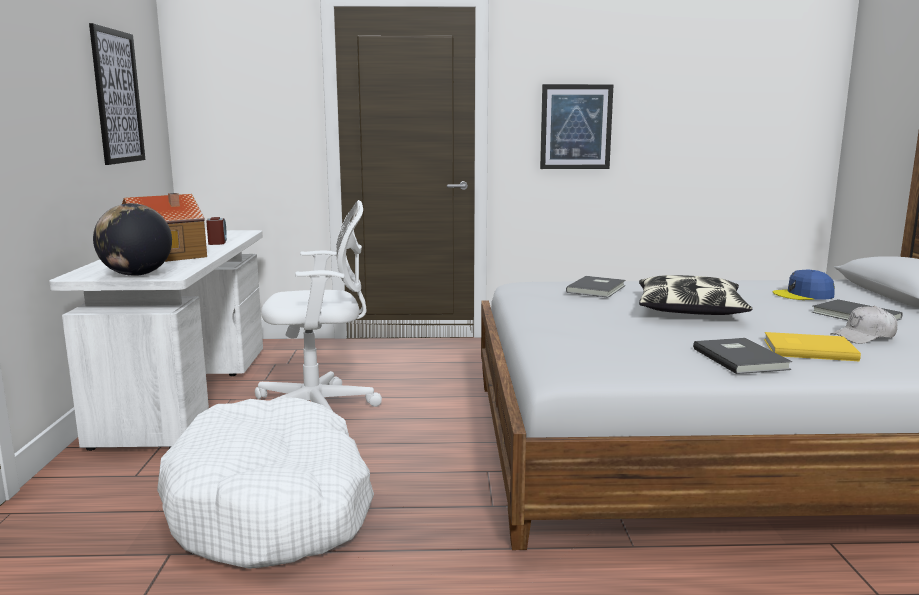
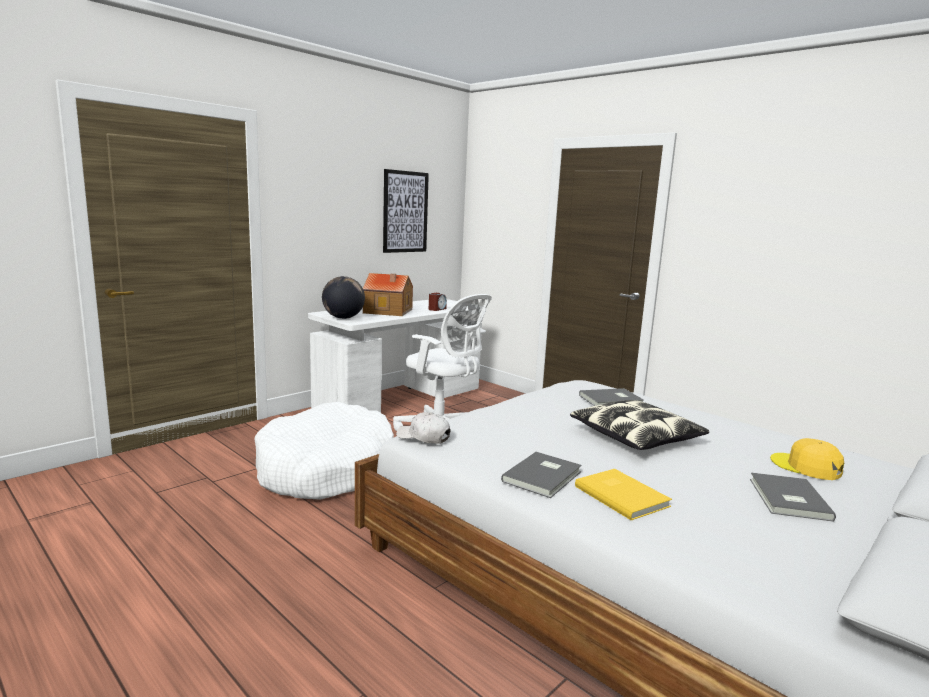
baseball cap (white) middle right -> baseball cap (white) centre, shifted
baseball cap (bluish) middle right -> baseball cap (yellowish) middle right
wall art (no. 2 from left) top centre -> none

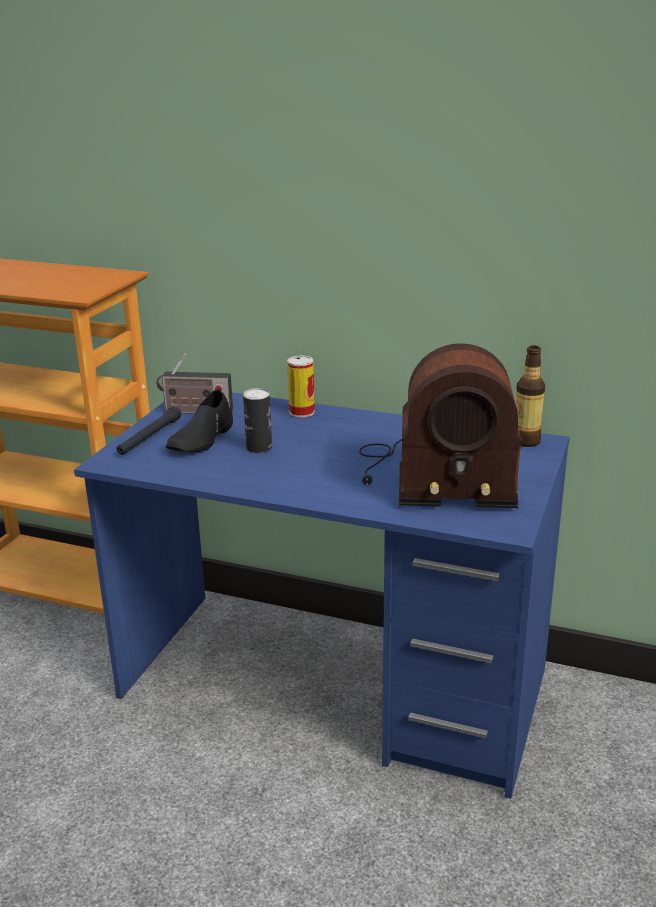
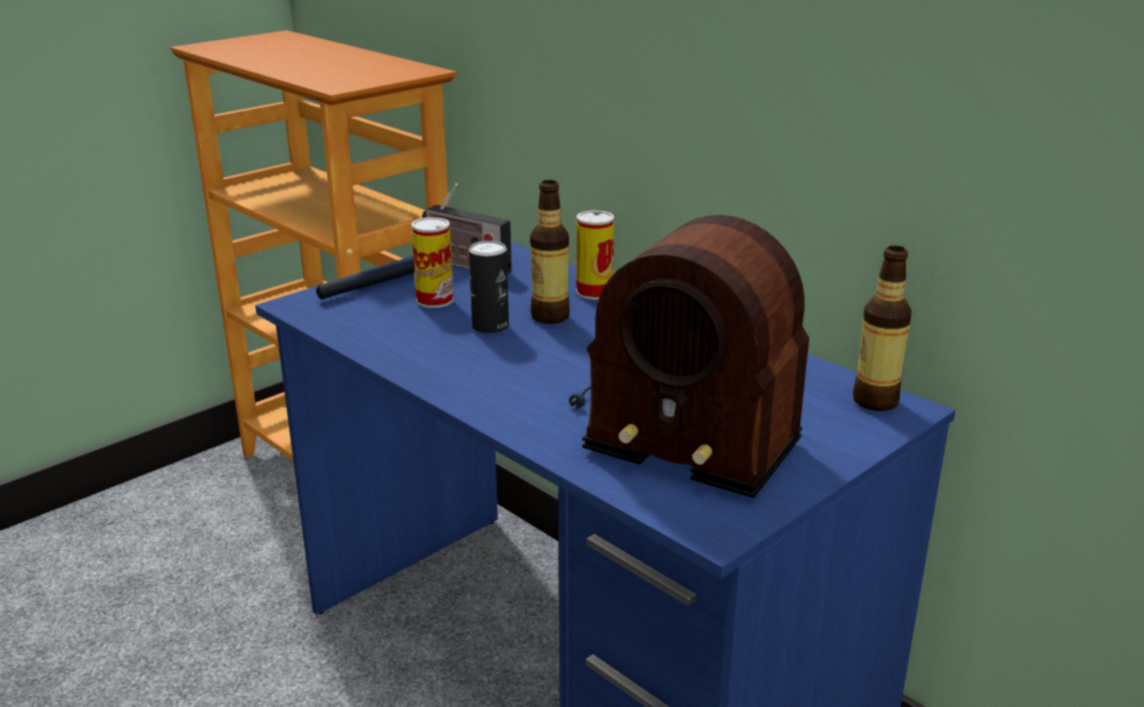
item of footwear (blackish) middle left -> can (no. 1 from left) centre
none -> beverage bottle (no. 1 from left) centre

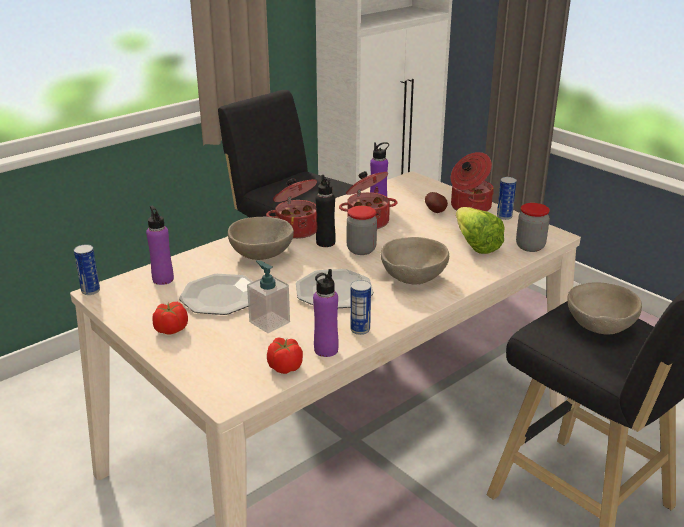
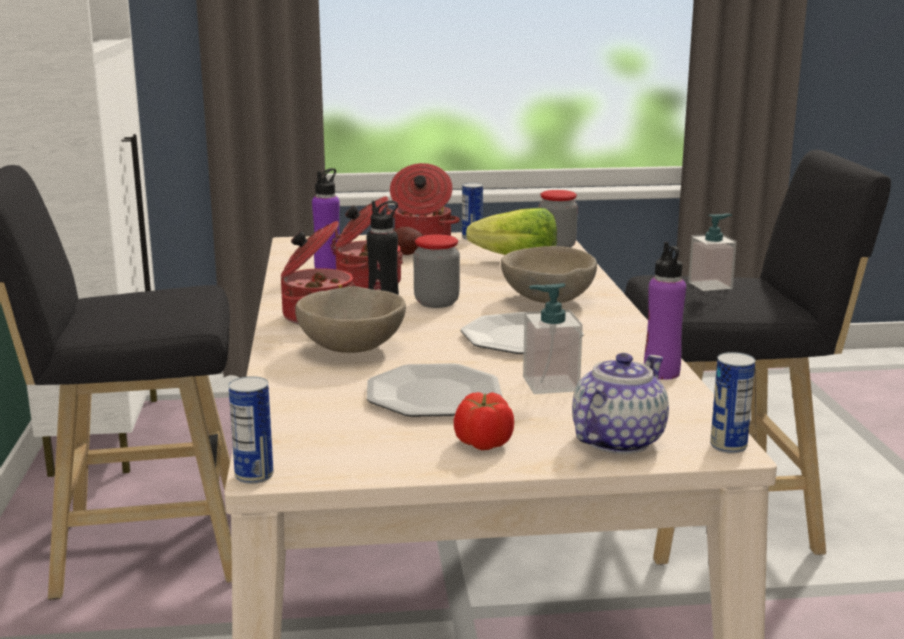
none -> teapot middle right
deep dish (beige) (no. 3 from left) middle right -> soap bottle (no. 2 from left) middle right
can (no. 2 from left in the first image) centre -> can (no. 3 from left) middle right, shifted
beverage bottle (purple) (no. 1 from left) middle left -> none
tomato (no. 2 from left) bottom centre -> none

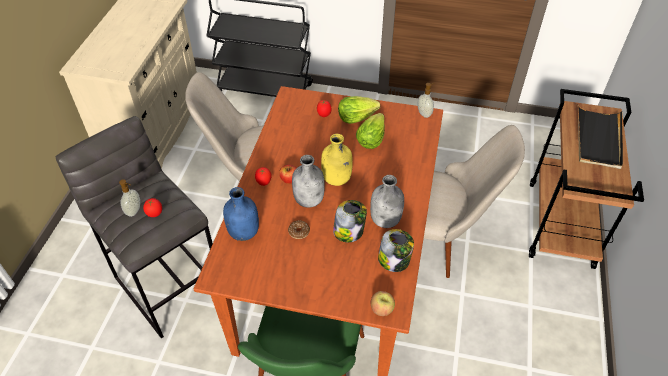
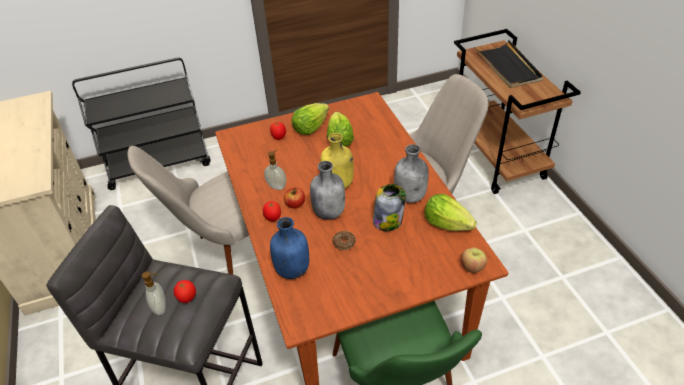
soap bottle (no. 2 from left) top centre -> soap bottle (no. 2 from left) centre, shifted
storage jar (no. 2 from left) centre -> lettuce (no. 3 from left) centre

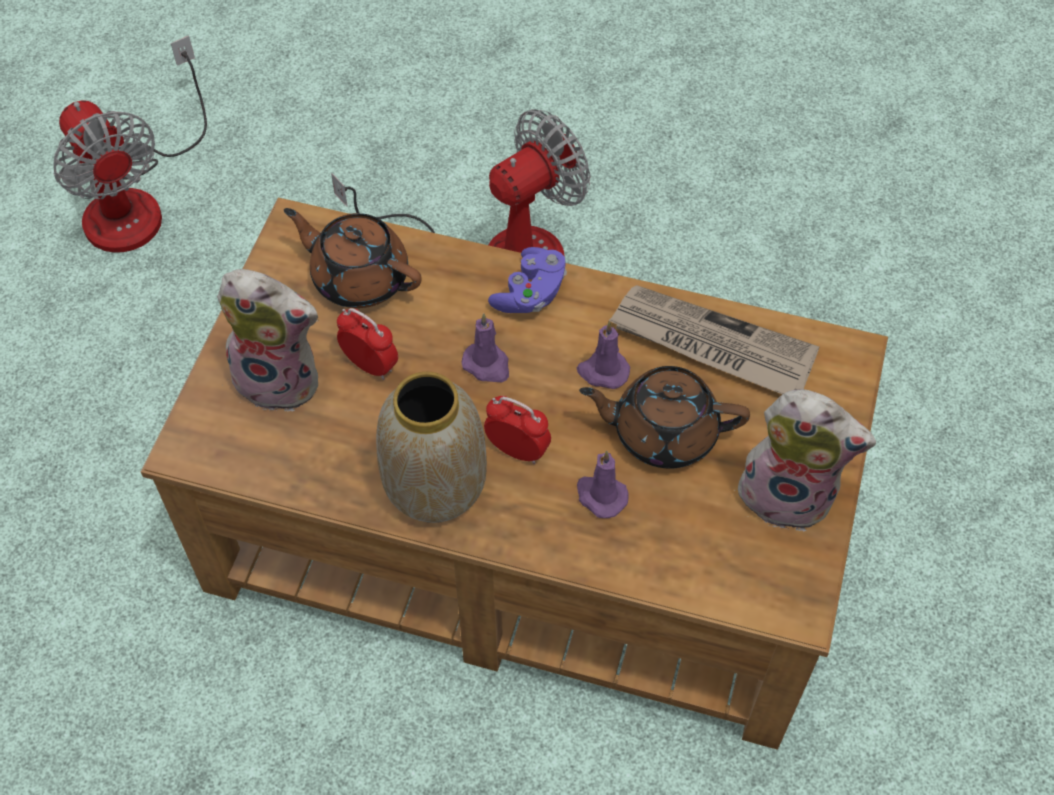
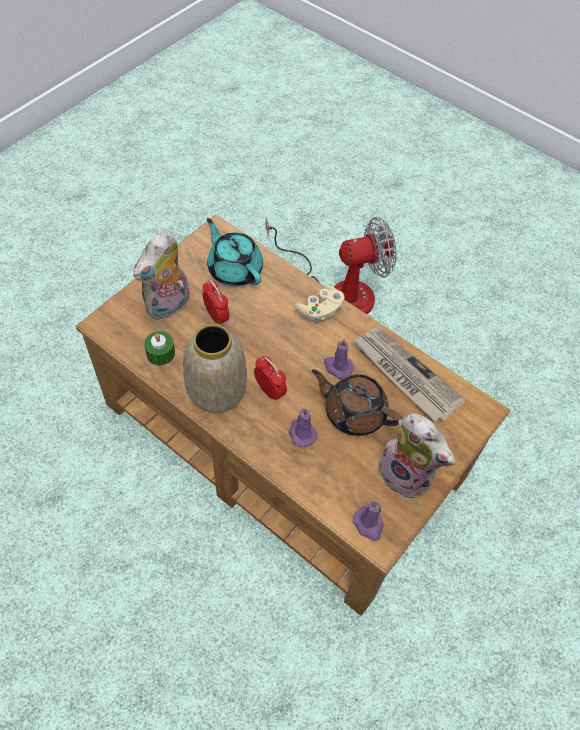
plush toy (no. 1 from left) middle left, 90 degrees clockwise
none -> candle (green) middle left
teapot (brownish) (no. 1 from left) top centre -> teapot (turquoise-coloured) centre
gamepad (purple) centre -> gamepad (beige) centre
candle (purple) (no. 1 from left in the first image) centre -> candle (purple) (no. 3 from left) bottom centre, shifted
fan (no. 1 from left) top left -> none

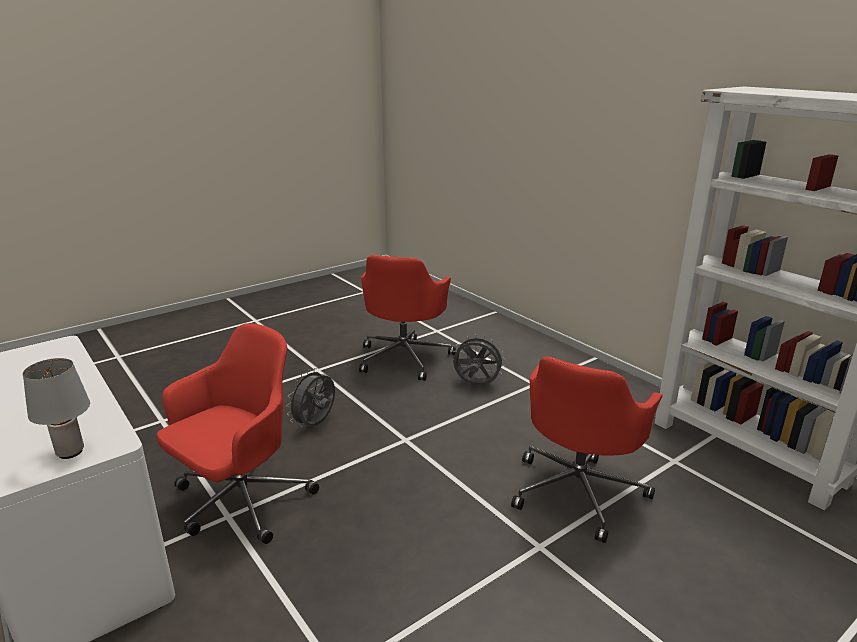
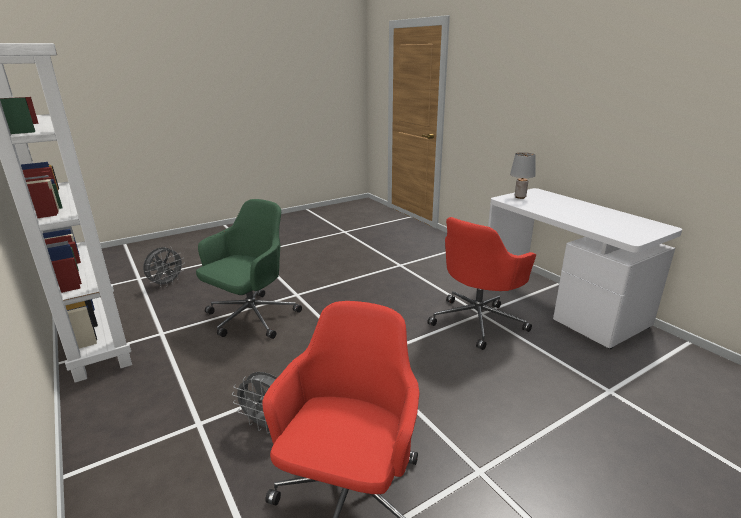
fan (grey) (no. 1 from left) centre -> fan (grey) (no. 1 from left) middle left, shifted
desk chair (red) (no. 3 from left) bottom right -> desk chair (green) centre

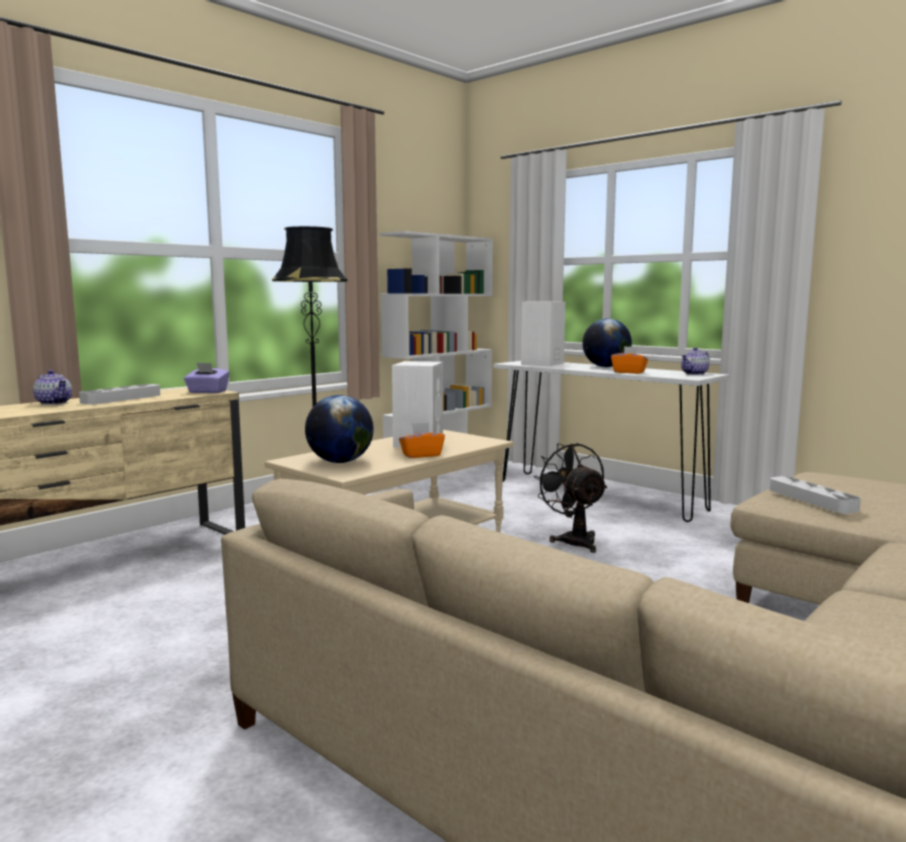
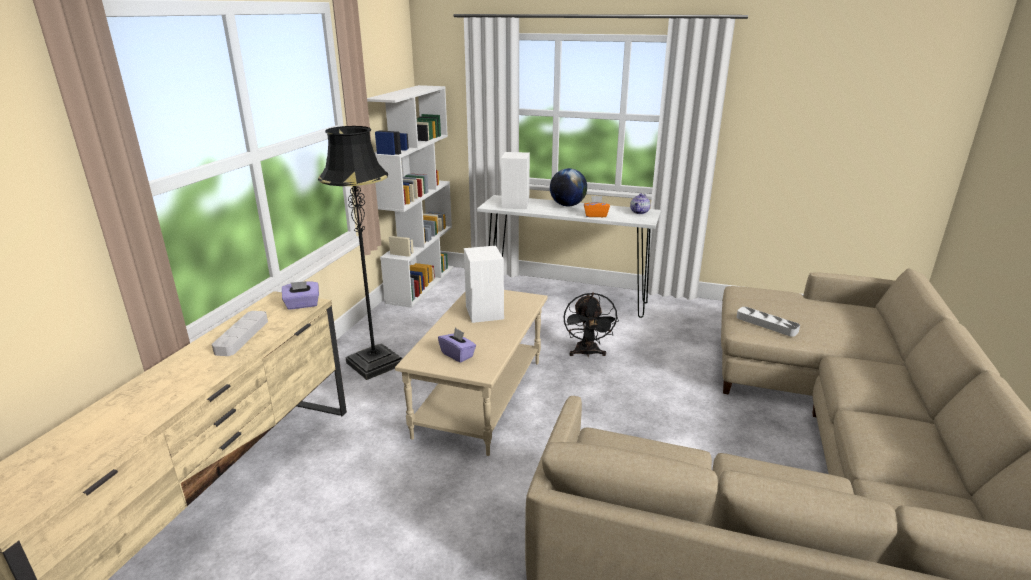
world globe (no. 1 from left) centre -> tissue holder (purple) (no. 2 from left) centre
fan (blackish) centre, 135 degrees counterclockwise
teapot (no. 1 from left) middle left -> none
tissue holder (orange) (no. 1 from left) centre -> none

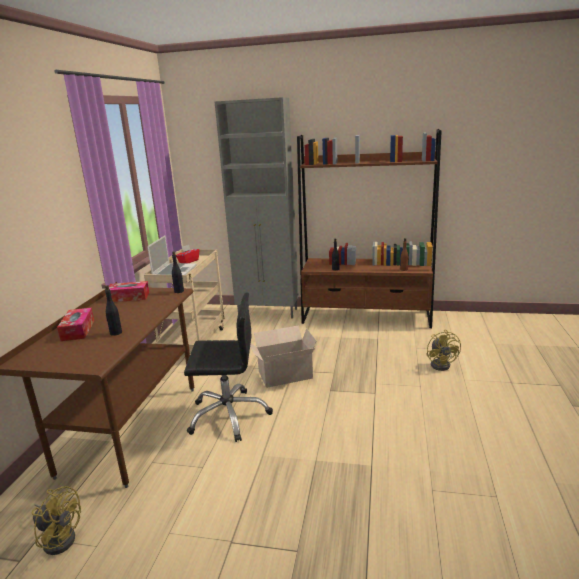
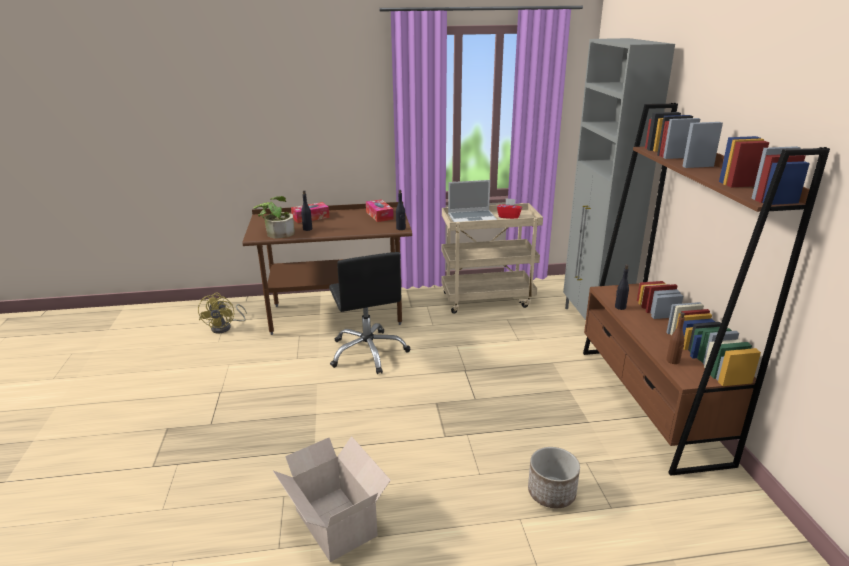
none -> plant in a pot middle left
cardboard box centre -> cardboard box bottom centre, shifted
fan (yellowish) (no. 2 from left) middle right -> flower pot bottom centre

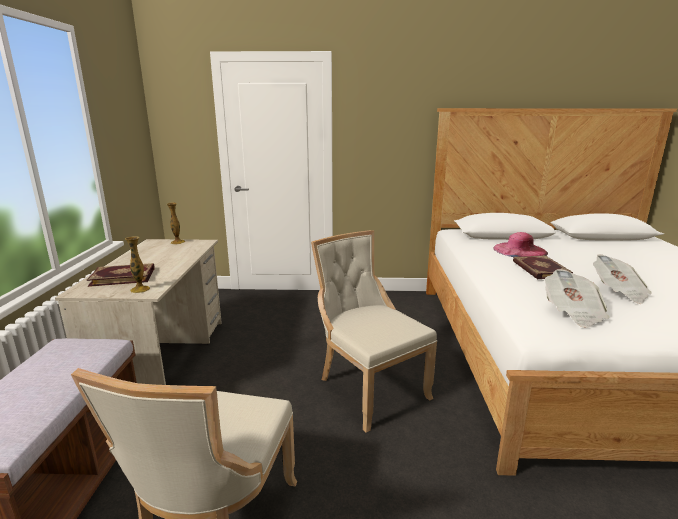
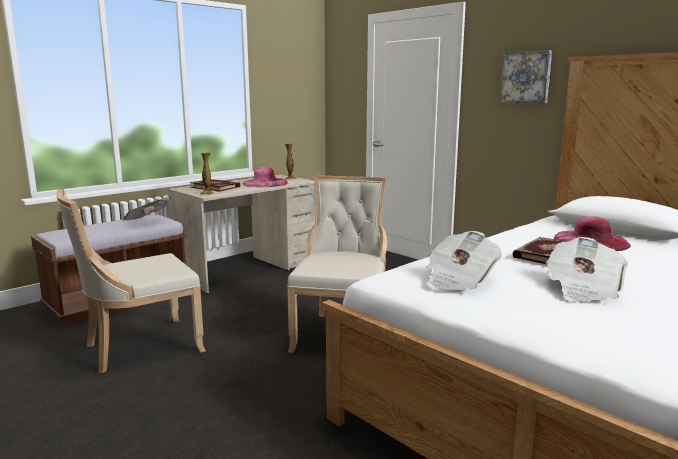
none -> printed paper (no. 1 from left) middle left
none -> clothing hat (pink-coloured) (no. 1 from left) centre
none -> wall art top right

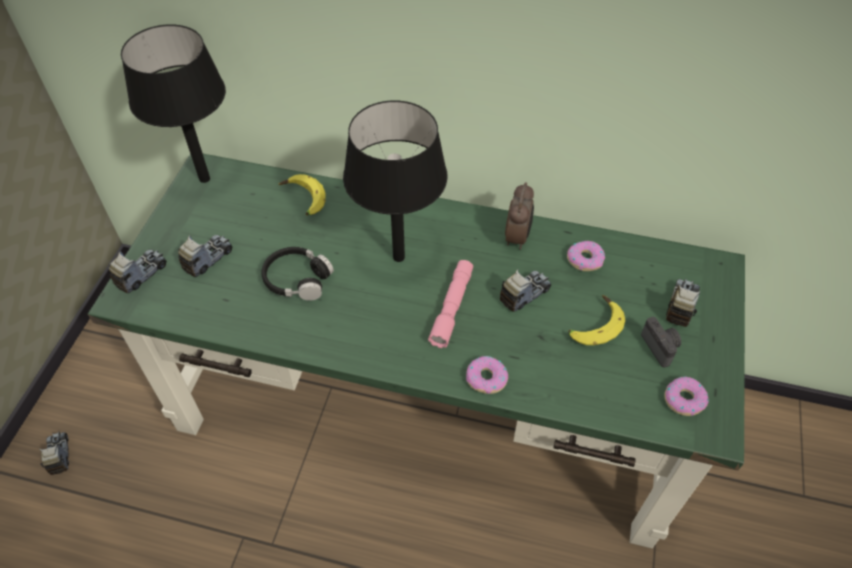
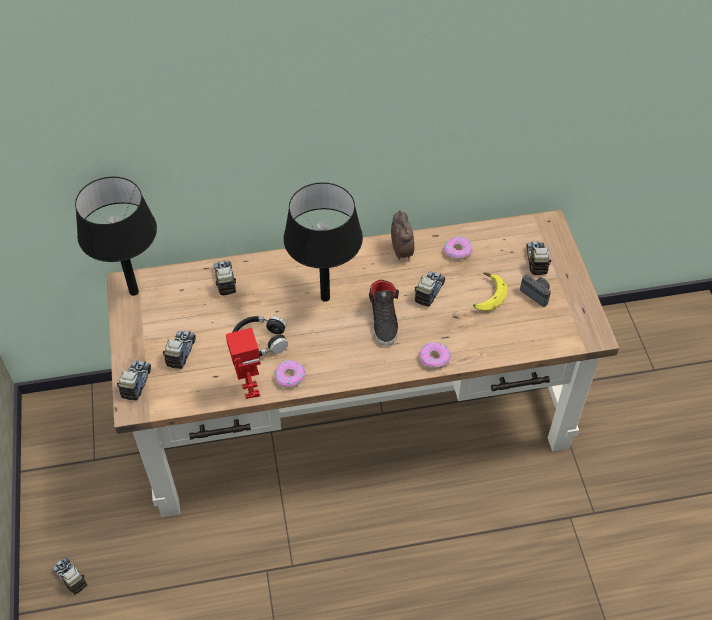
desk unit (green) centre -> desk unit (brownish) centre
whole banana (no. 1 from left) centre -> toy truck (no. 4 from left) middle left
none -> model robot centre
ring doughnut (no. 3 from left in the first image) bottom right -> ring doughnut (no. 1 from left) centre, shifted
torch (pink-coloured) centre -> item of footwear (blackish) centre

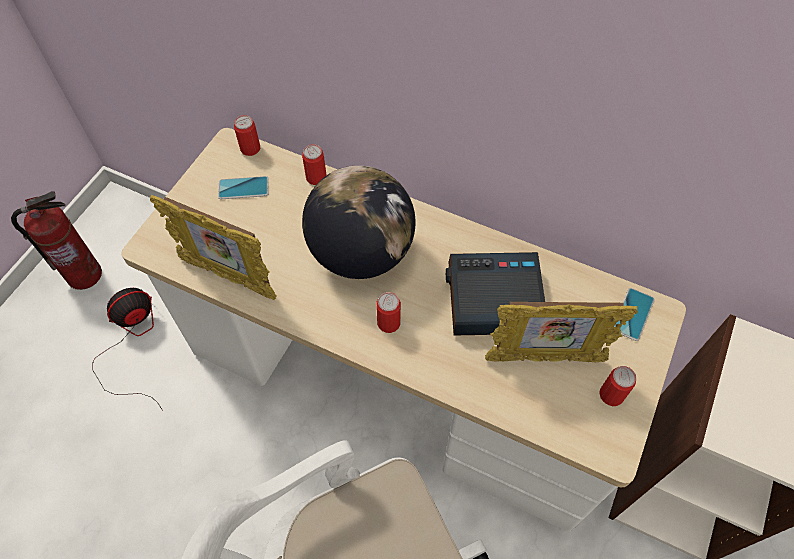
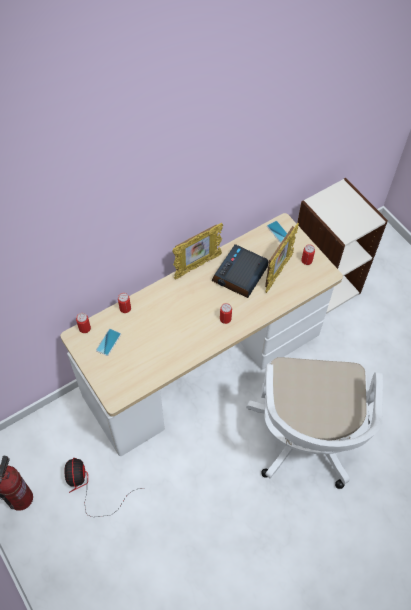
standing frame (no. 1 from left) middle left -> standing frame (no. 1 from left) centre, shifted
world globe centre -> none

